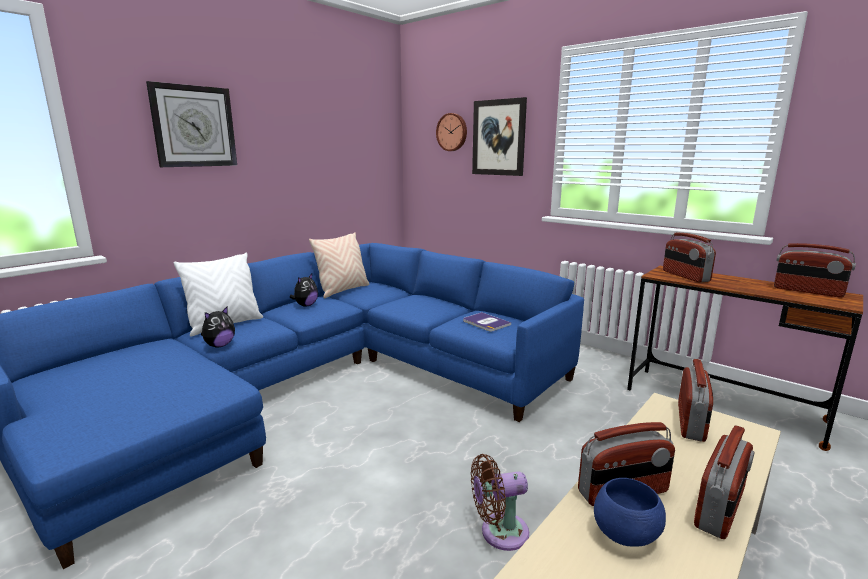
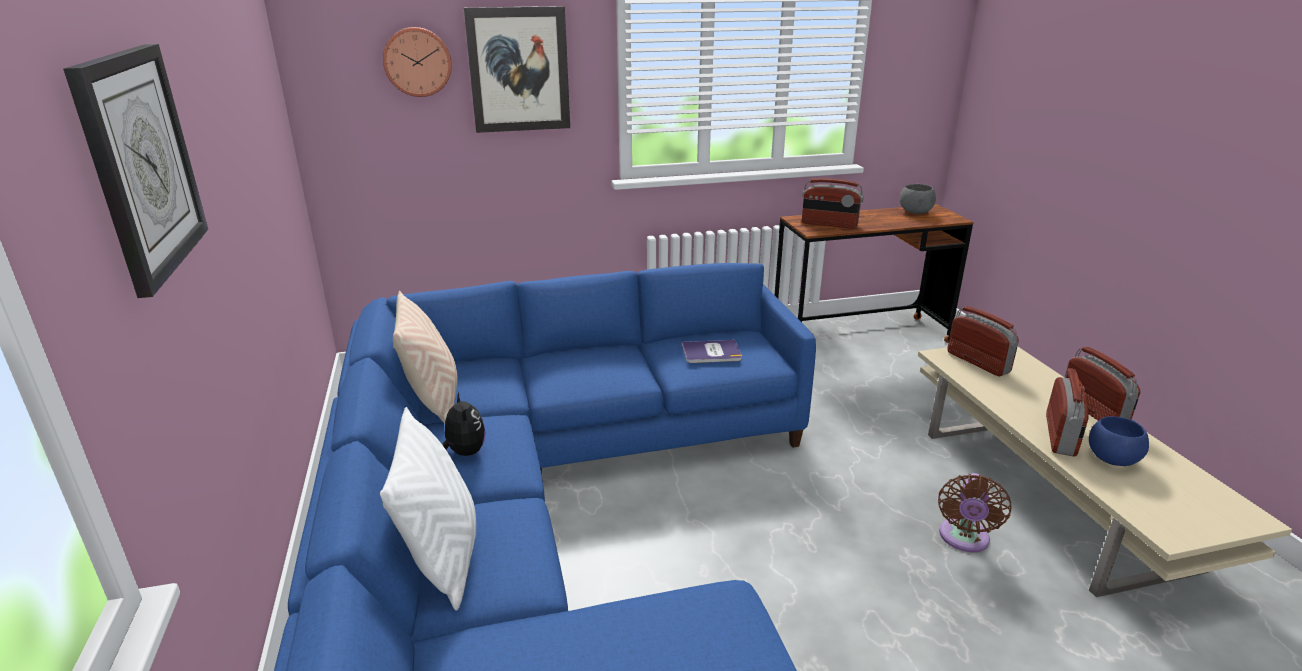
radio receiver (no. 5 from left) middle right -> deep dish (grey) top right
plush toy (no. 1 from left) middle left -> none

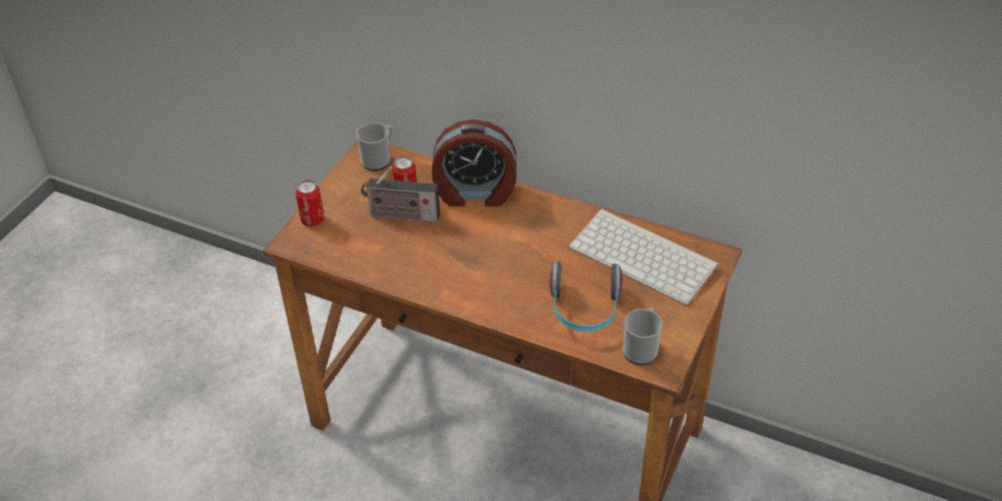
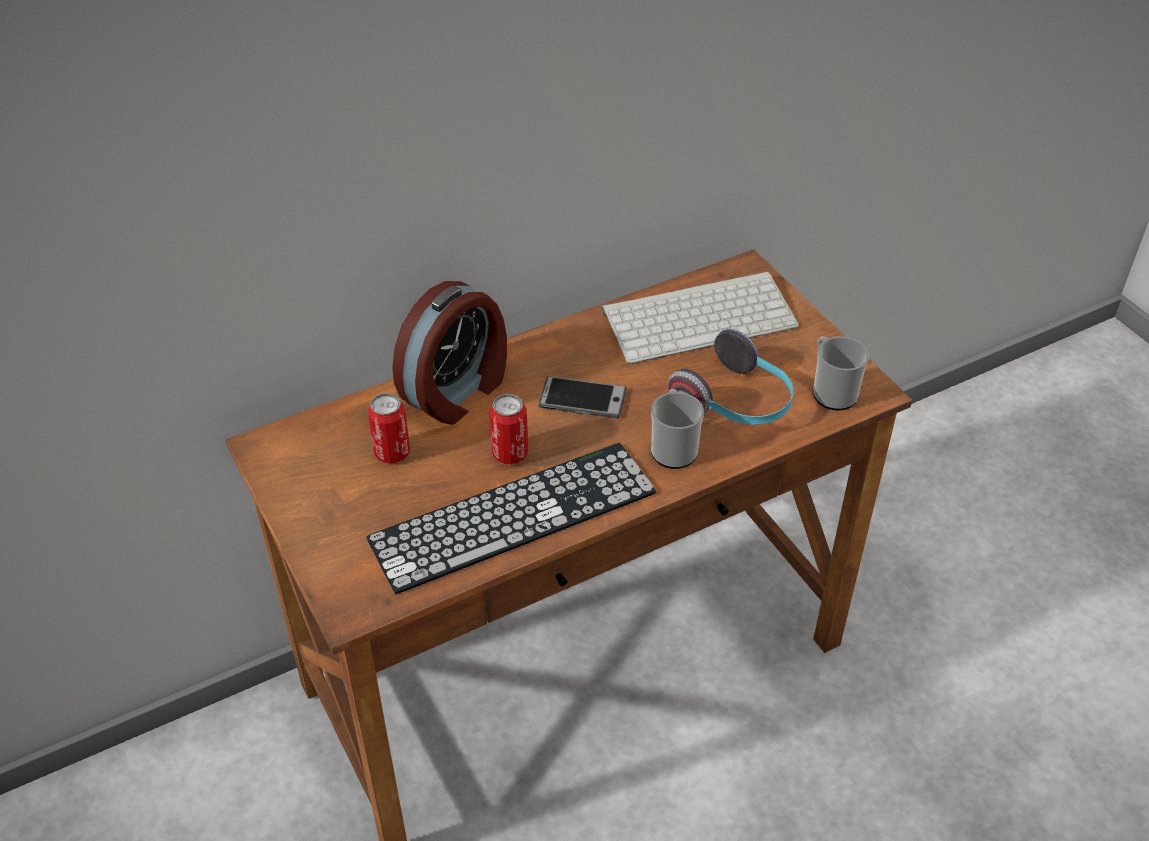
none -> keyboard (no. 1 from left) centre
can (no. 1 from left in the first image) middle left -> can (no. 2 from left) centre, shifted
none -> phone centre
mug (no. 1 from left) top centre -> mug (no. 1 from left) centre, shifted
radio receiver centre -> none

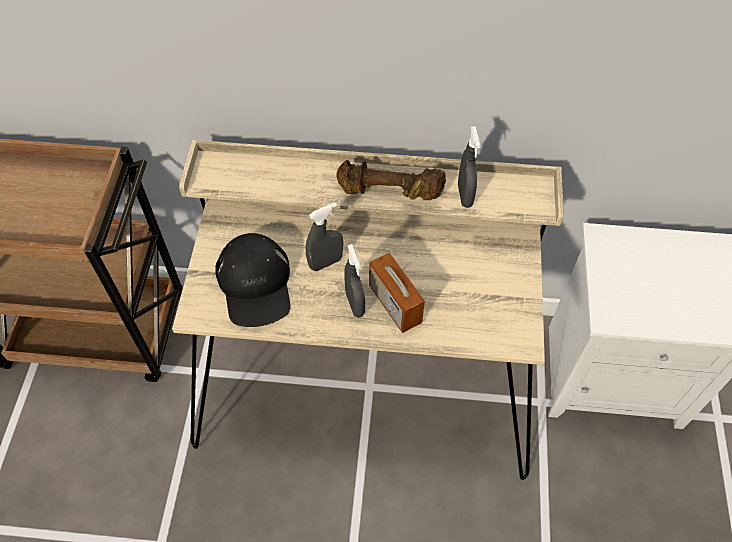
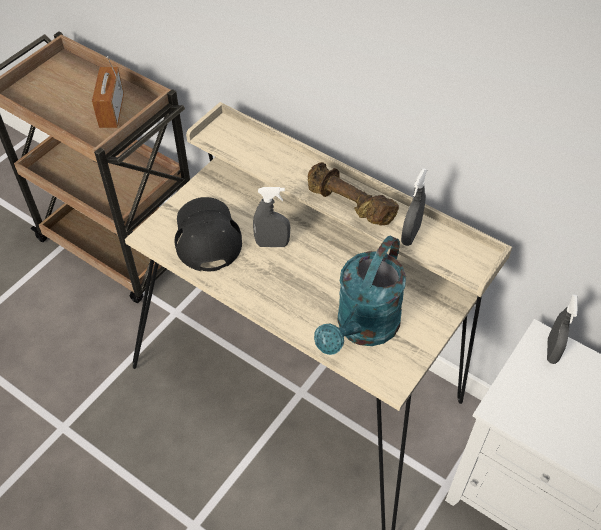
radio receiver centre -> radio receiver top left, shifted
baseball cap (blackish) centre, 150 degrees clockwise
none -> watering pot (turquoise-coloured) centre
spray bottle (grey) (no. 2 from left in the first image) centre -> spray bottle (grey) (no. 3 from left) middle right, shifted

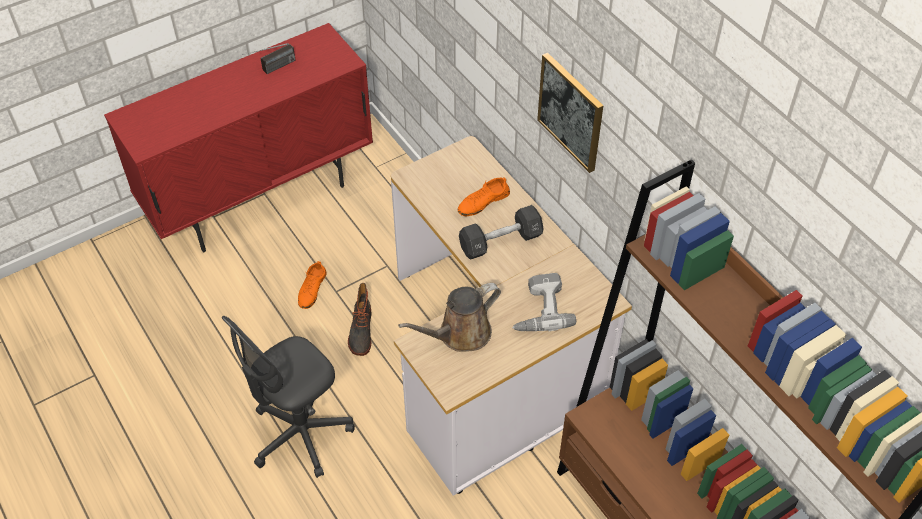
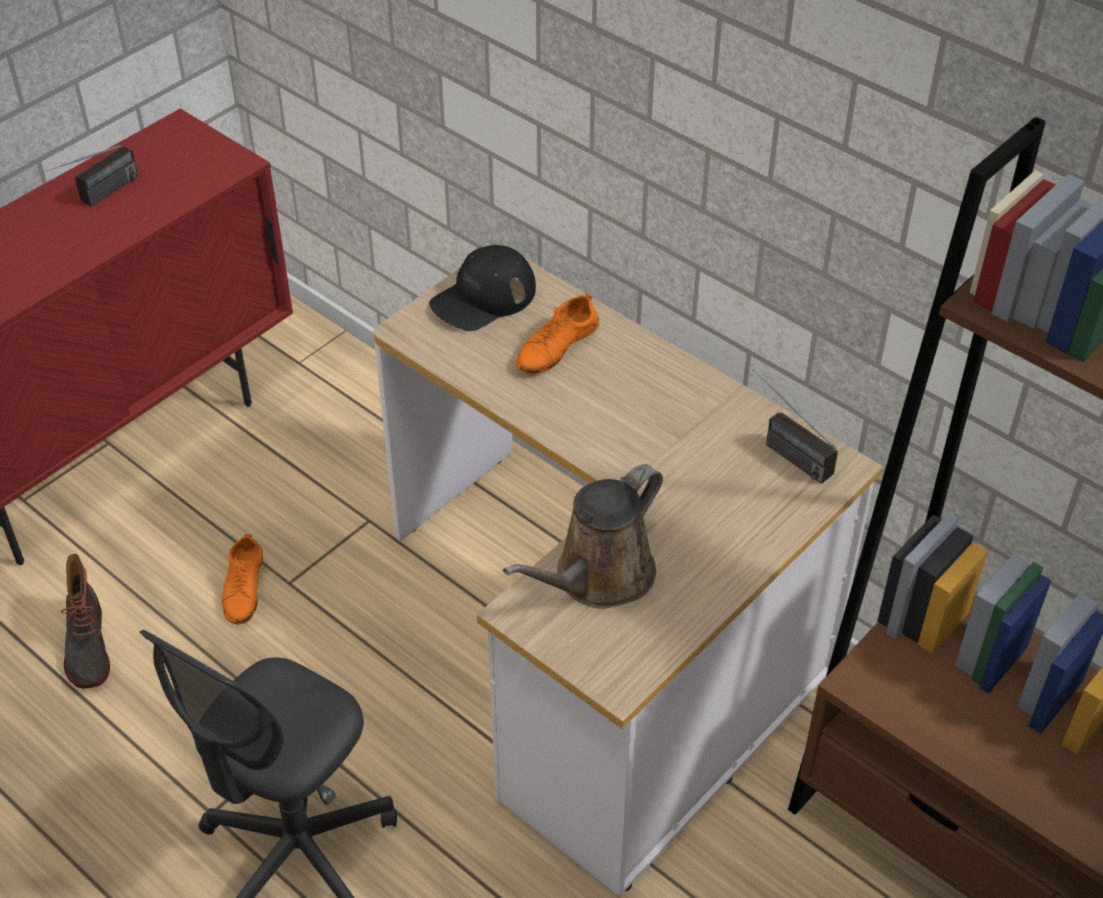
boot centre -> boot bottom left, shifted
none -> baseball cap (blackish) top centre
none -> radio receiver (no. 2 from left) middle right
dumbbell (blackish) centre -> none
power drill centre -> none
wall art top centre -> none

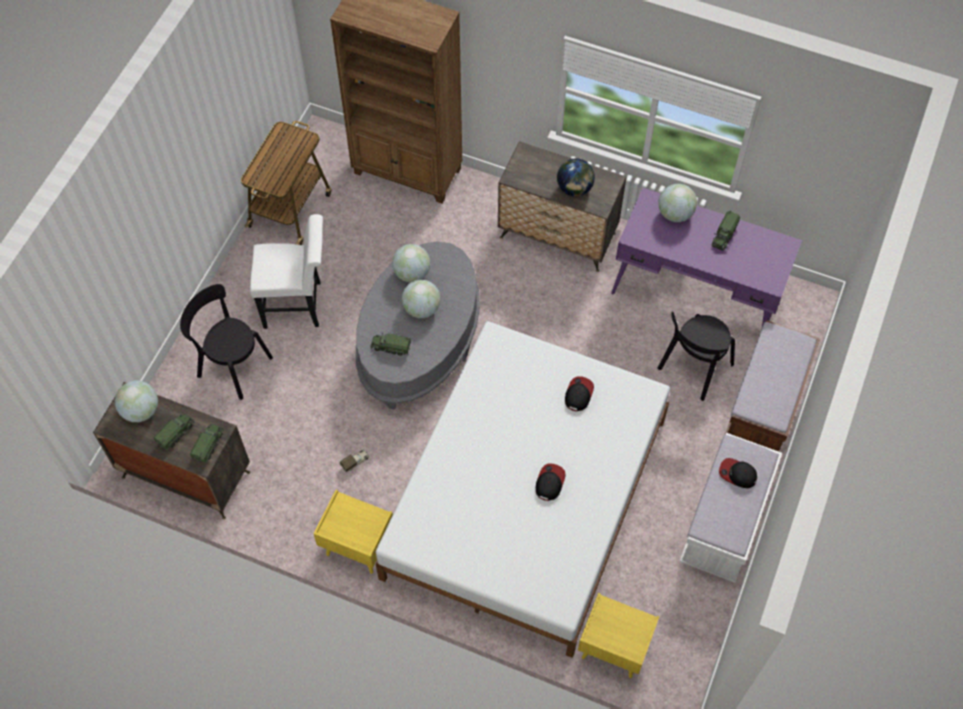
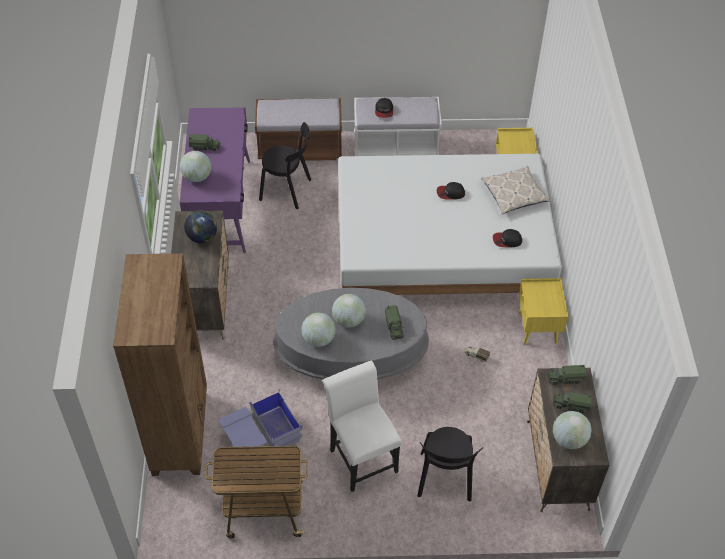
none -> storage bin (bluish) bottom centre
none -> throw pillow middle right
baseball cap (no. 2 from left in the first image) centre -> baseball cap (no. 3 from left) middle right, shifted

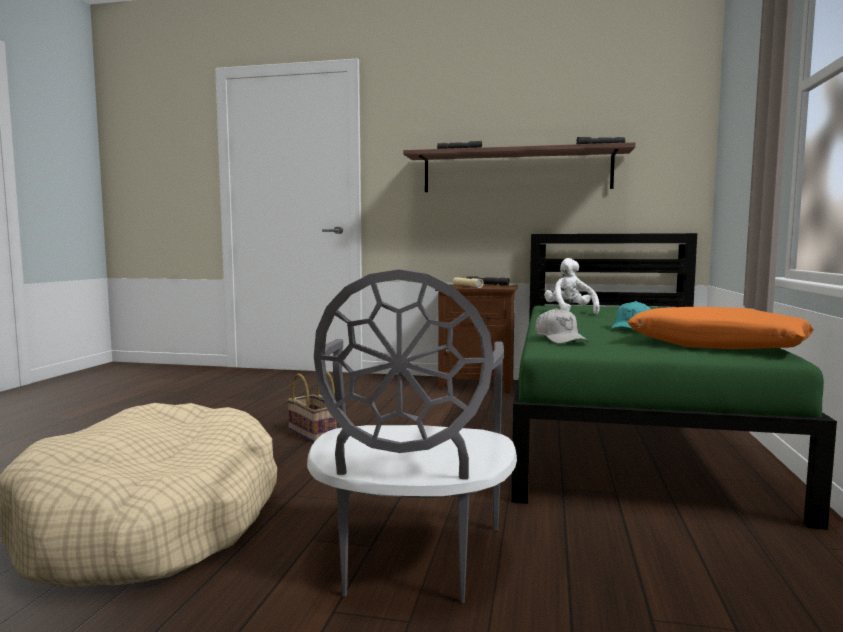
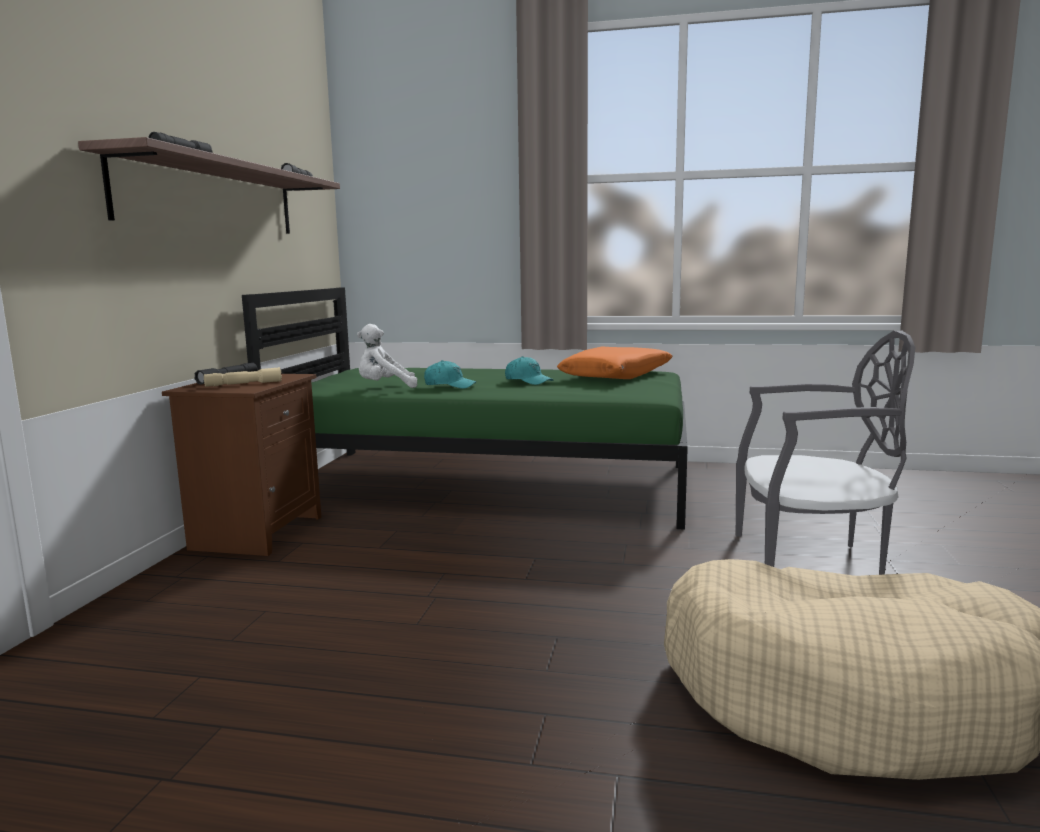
none -> baseball cap (turquoise-coloured) (no. 1 from left) centre
basket centre -> none
baseball cap (white) middle right -> none

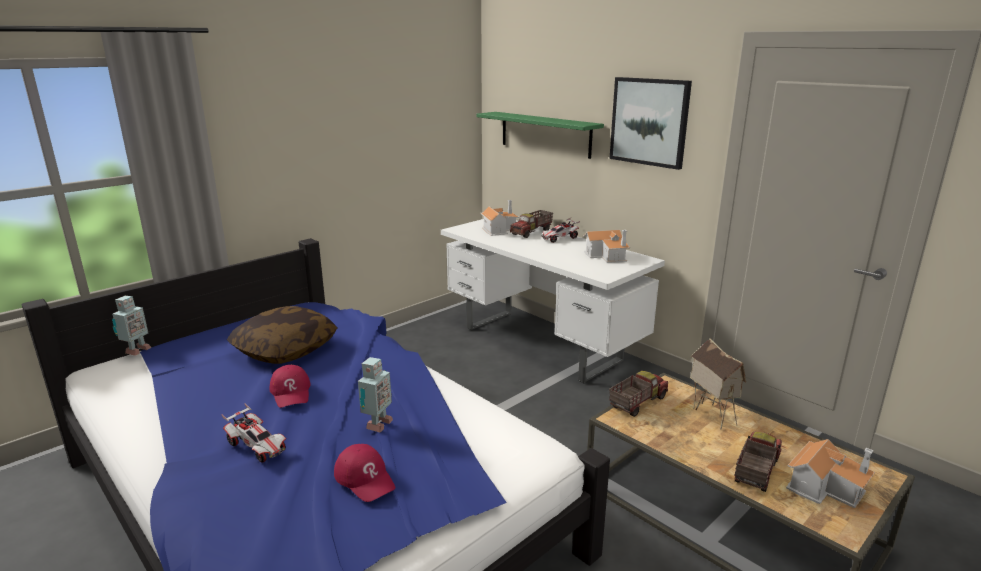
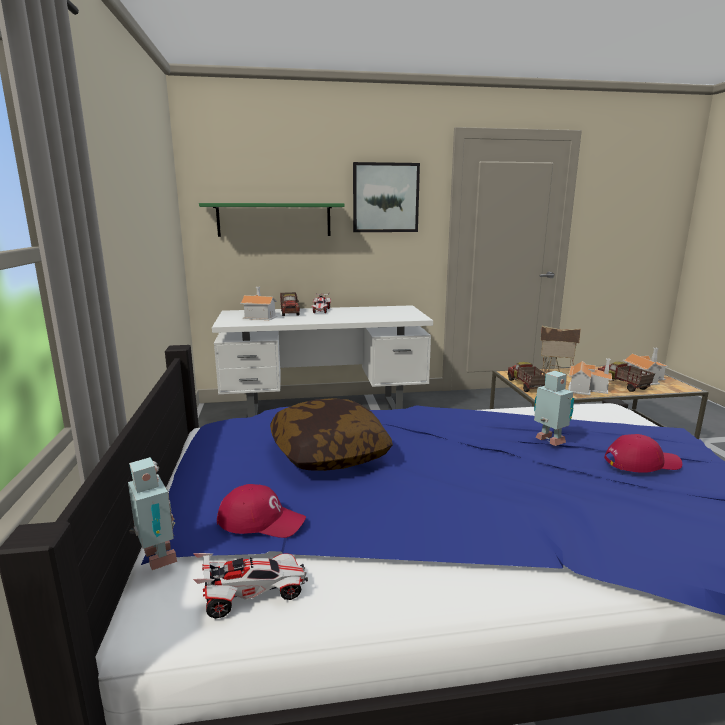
model car (no. 1 from left) bottom left -> model car (no. 1 from left) bottom centre, shifted
baseball cap (red) (no. 1 from left) bottom left -> baseball cap (red) (no. 1 from left) bottom centre, shifted
miniature house (no. 2 from left in the first image) centre -> miniature house (no. 3 from left) middle right, shifted

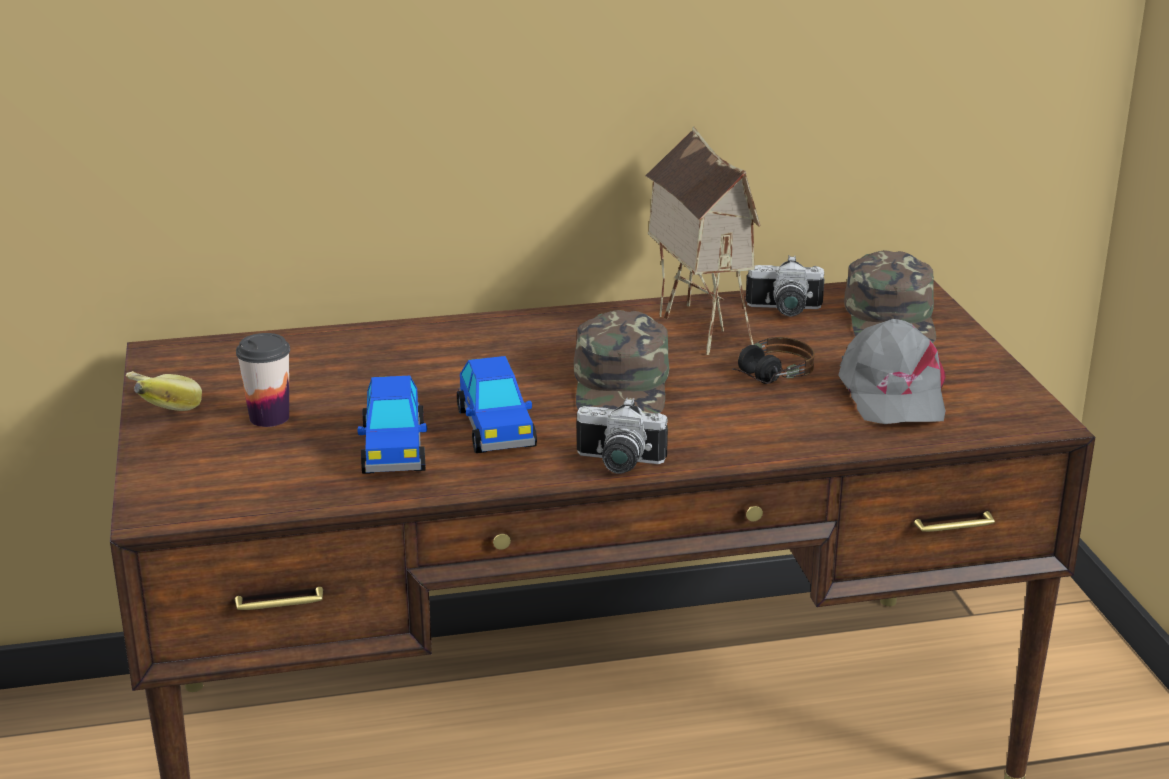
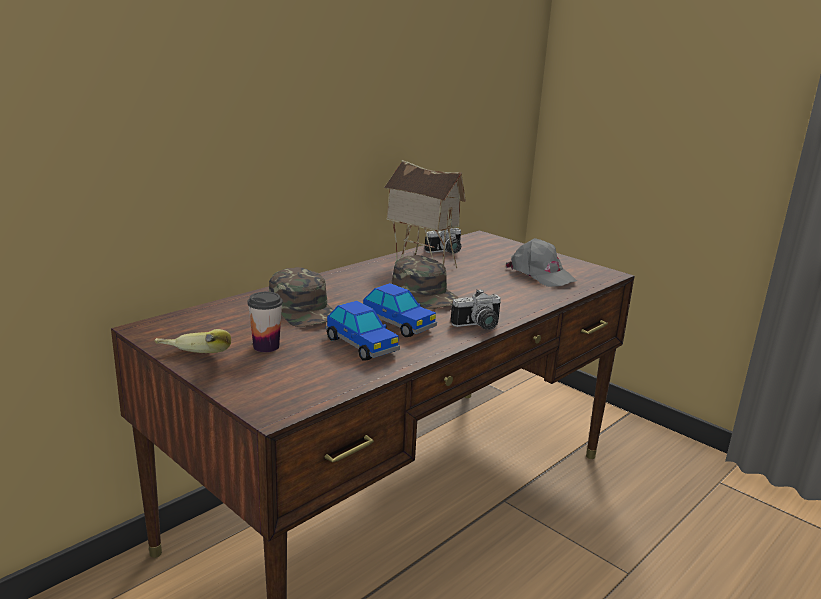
baseball cap (green) (no. 2 from left in the first image) middle right -> baseball cap (green) (no. 1 from left) centre, shifted
pair of headphones centre -> none

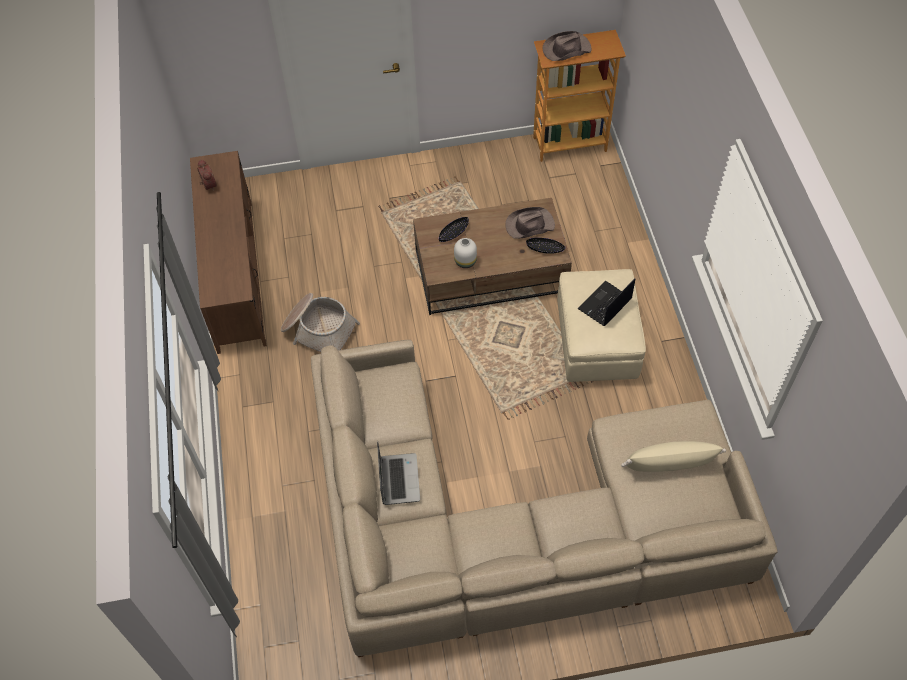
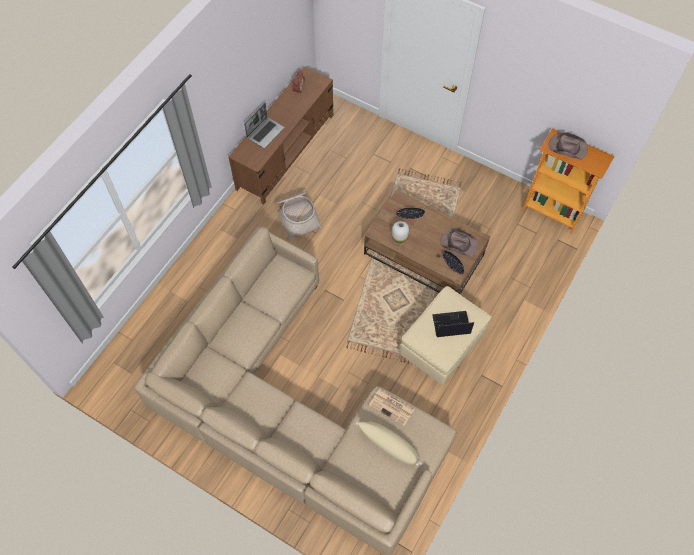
notebook computer (no. 1 from left) bottom centre -> notebook computer (no. 1 from left) top centre, shifted
none -> printed paper bottom centre

